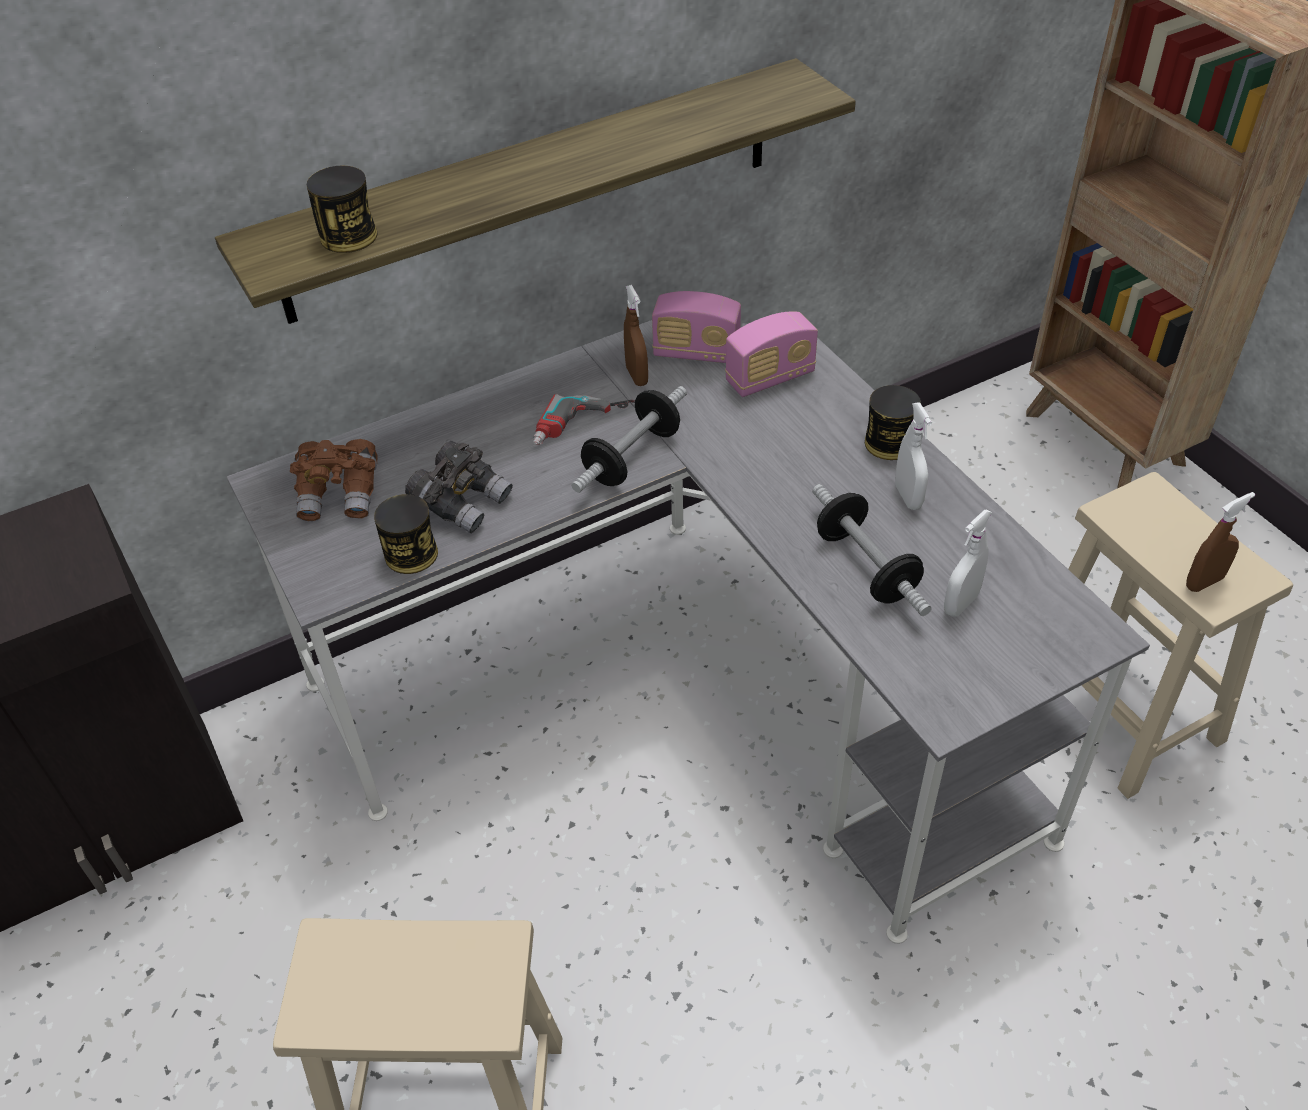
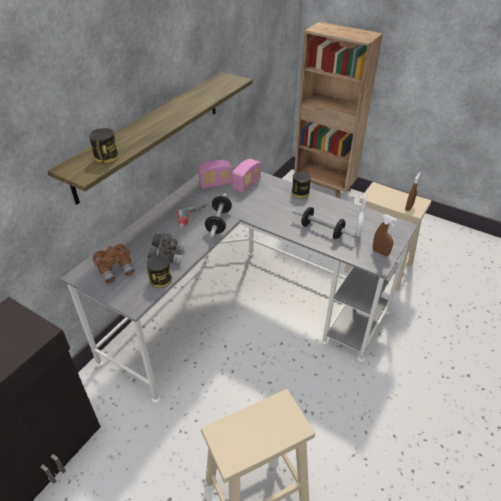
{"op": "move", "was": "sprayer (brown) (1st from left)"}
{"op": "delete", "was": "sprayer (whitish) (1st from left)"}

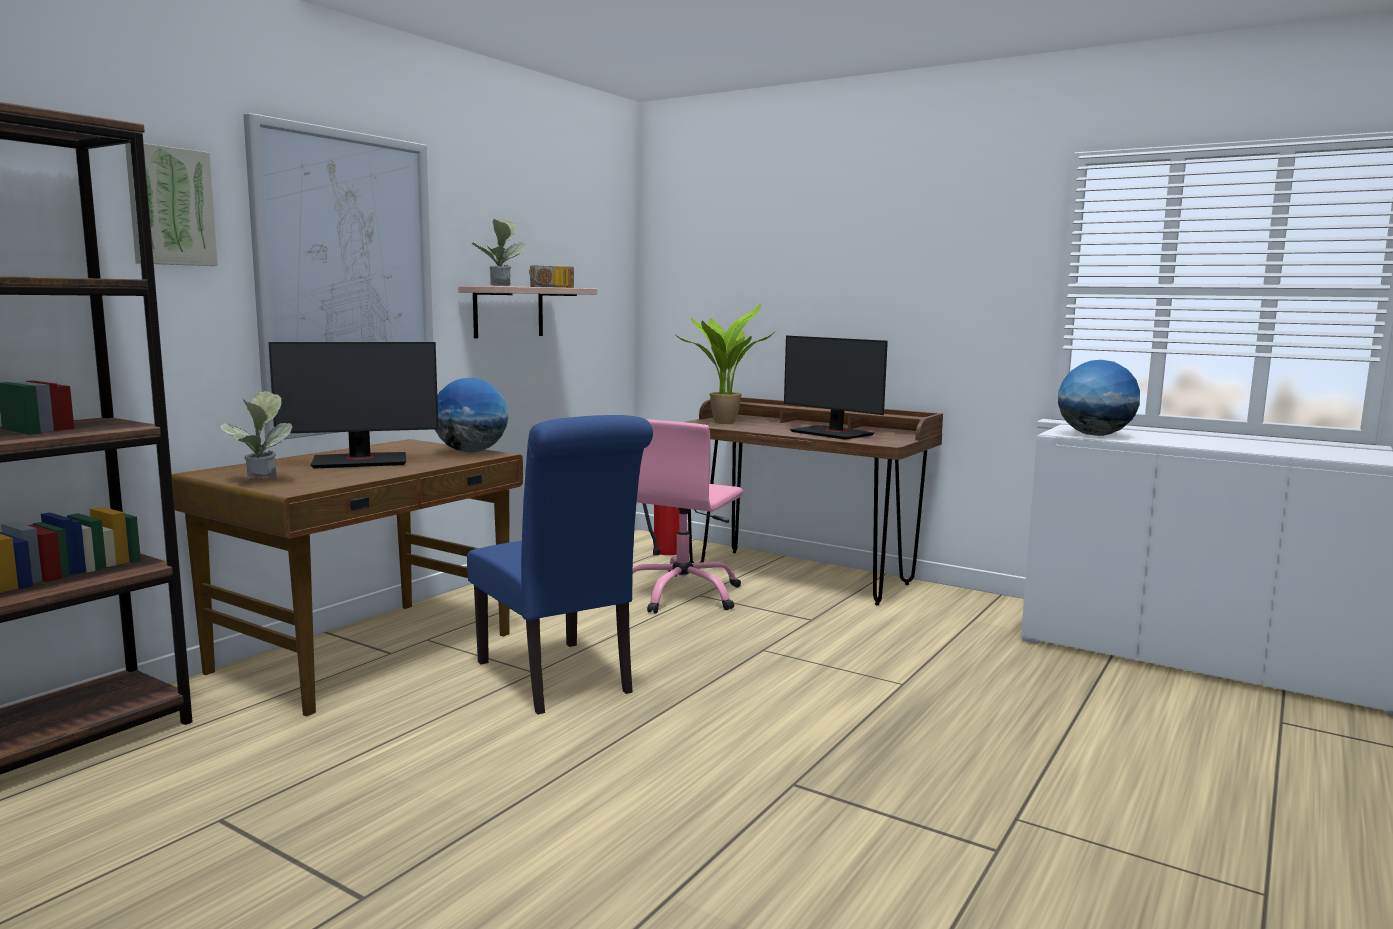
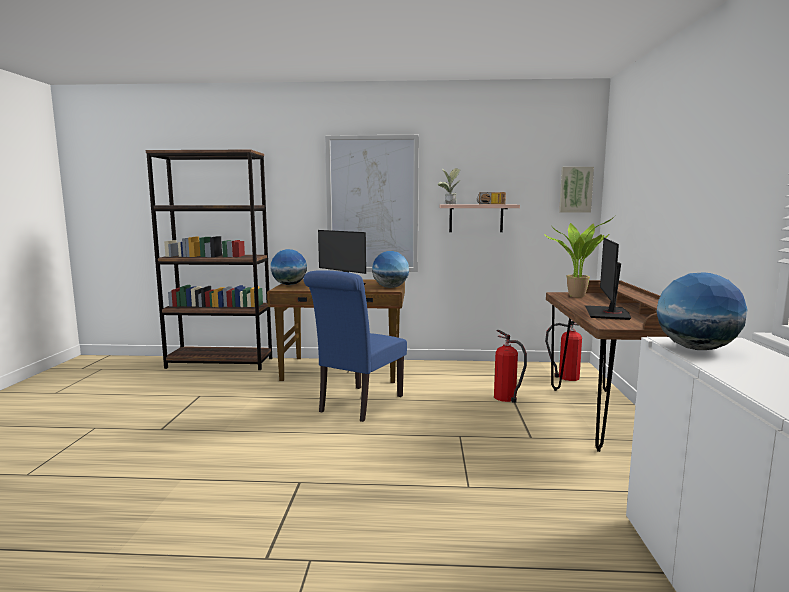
{"op": "replace", "was": "plant in a pot (1st from left)", "now": "world globe (1st from left)"}
{"op": "replace", "was": "desk chair (pink)", "now": "extinguisher (1st from left)"}
{"op": "move", "was": "picture (1st from left in the first image)", "now": "picture (2nd from left)"}

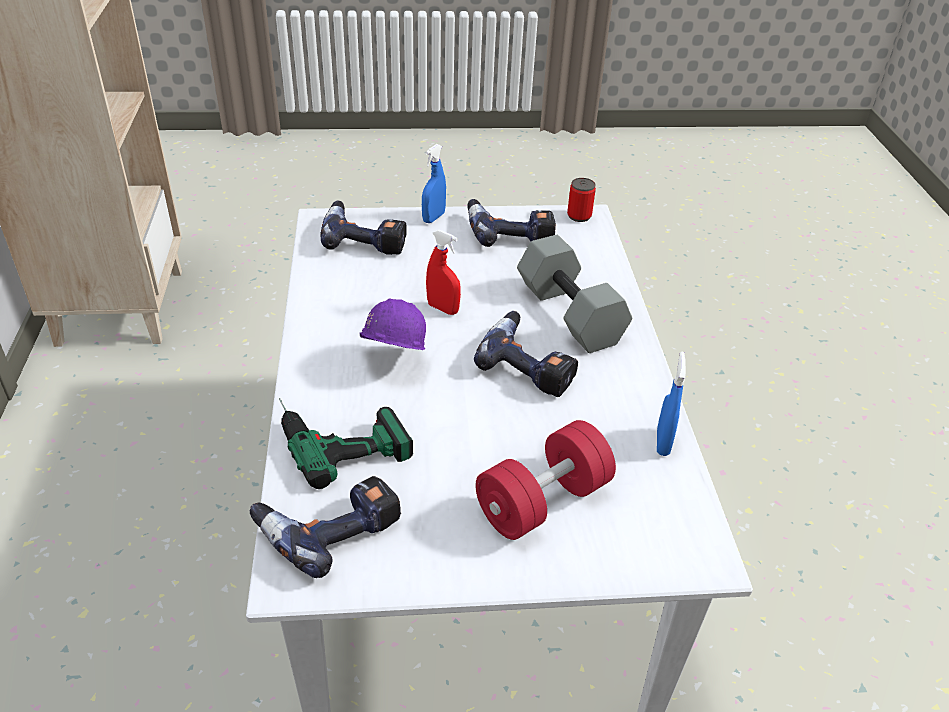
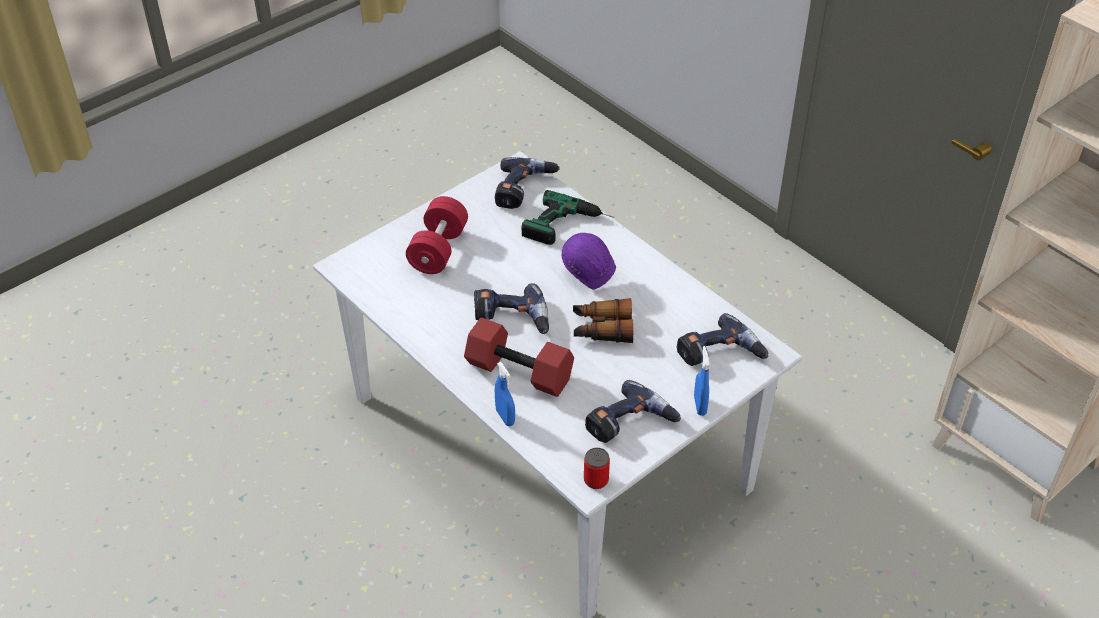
{"op": "recolor", "was": "hand weight (greyish)", "now": "hand weight (red) (2nd from left)"}
{"op": "move", "was": "sprayer (blue) (2nd from left in the first image)", "now": "sprayer (blue) (1st from left)"}
{"op": "replace", "was": "sprayer (red)", "now": "binoculars"}

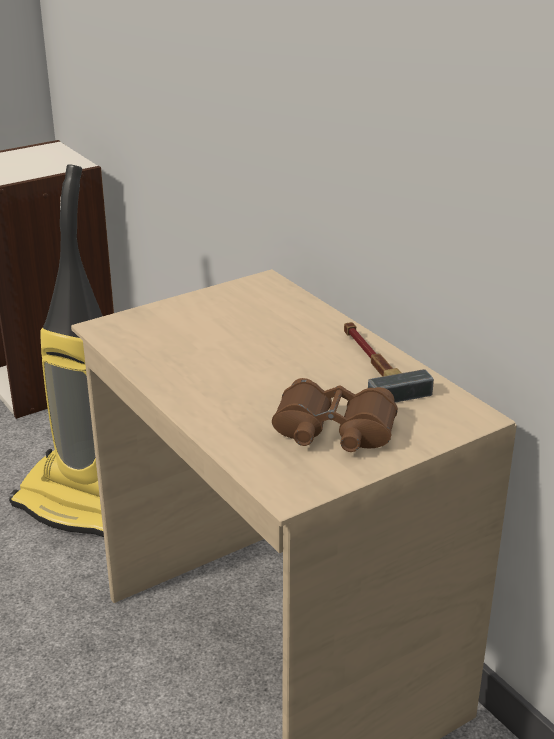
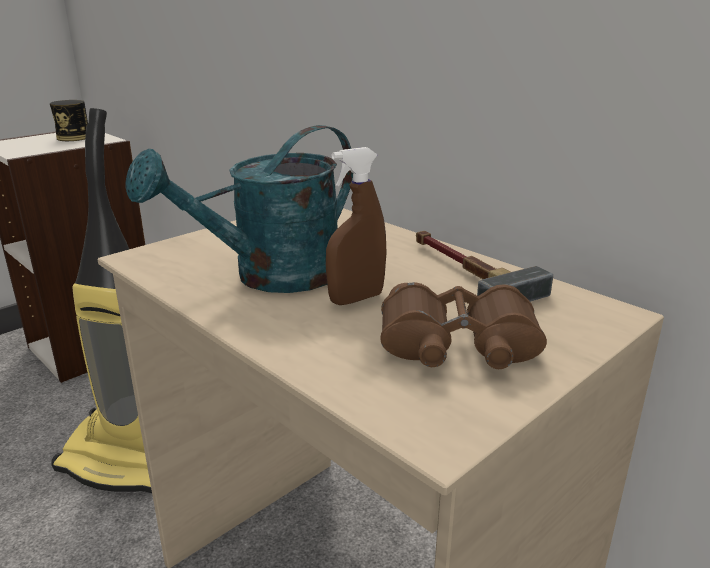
{"op": "insert", "now": "can"}
{"op": "insert", "now": "sprinkling can (turquoise-coloured)"}
{"op": "insert", "now": "sprayer (brown)"}

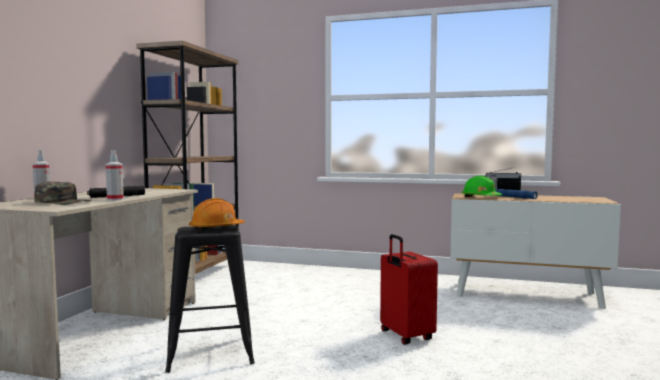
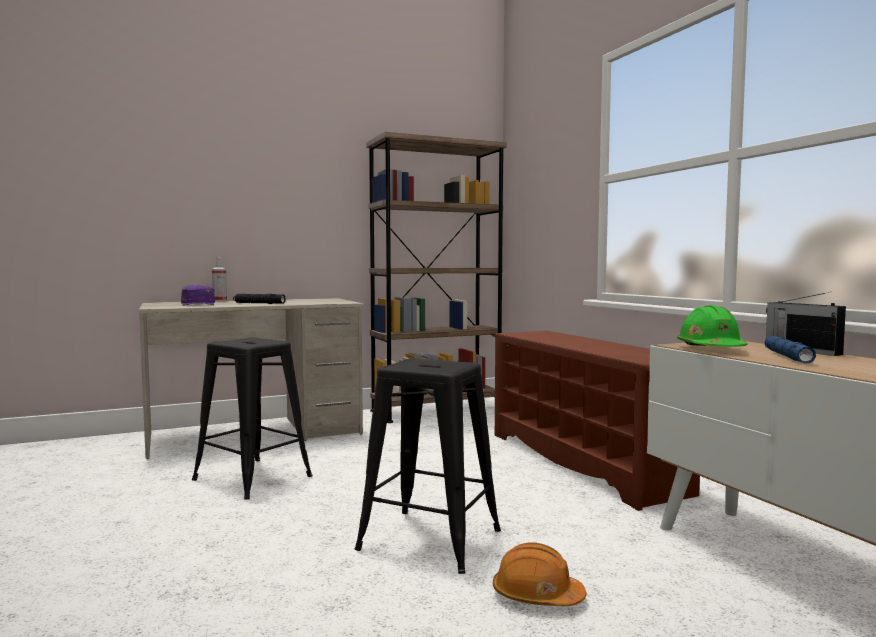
{"op": "recolor", "was": "peaked cap (greenish)", "now": "peaked cap (purplish)"}
{"op": "replace", "was": "piece of luggage (red)", "now": "stool (black-coloured) (2nd from left)"}
{"op": "insert", "now": "shoe stand (brown)"}
{"op": "move", "was": "hard hat (orangey)"}
{"op": "delete", "was": "sprayer (2nd from left)"}

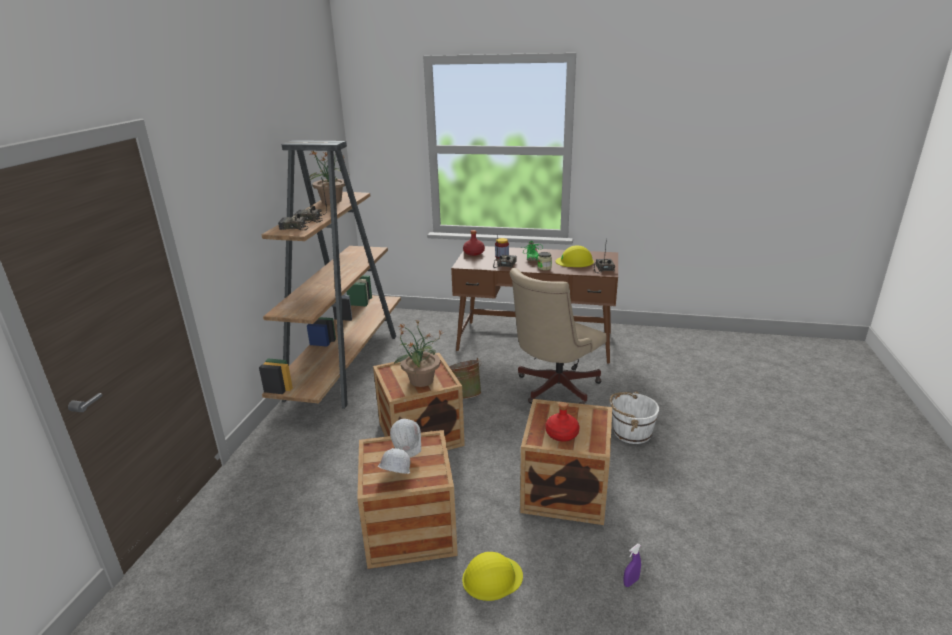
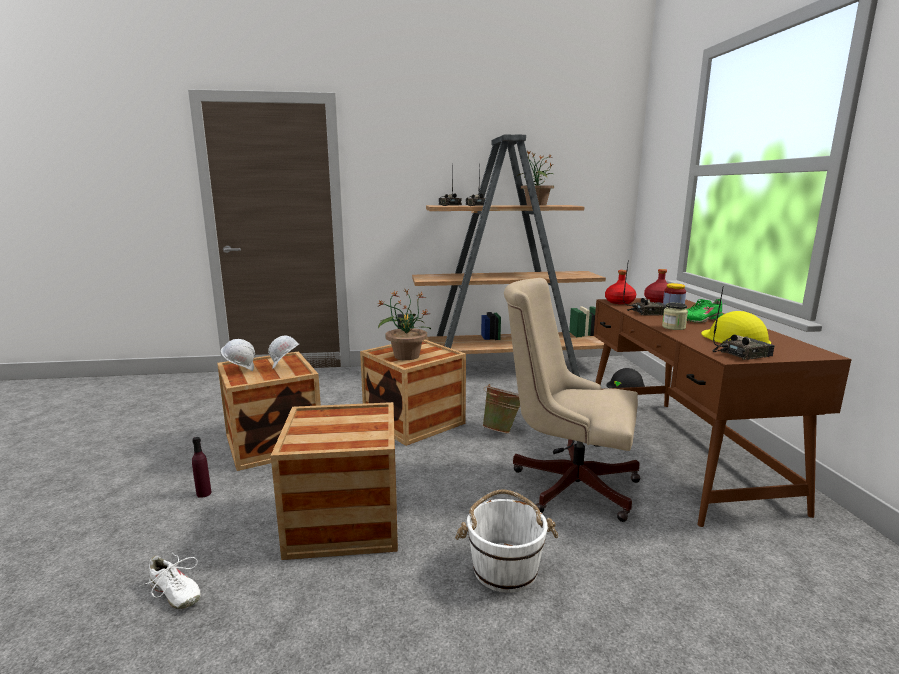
{"op": "replace", "was": "sprayer (purplish)", "now": "low shoe (whitish)"}
{"op": "replace", "was": "hard hat (yellowish) (1st from left)", "now": "bottle (purplish)"}
{"op": "move", "was": "bottle (red) (2nd from left in the first image)", "now": "bottle (red) (1st from left)"}
{"op": "insert", "now": "hard hat (black-coloured)"}

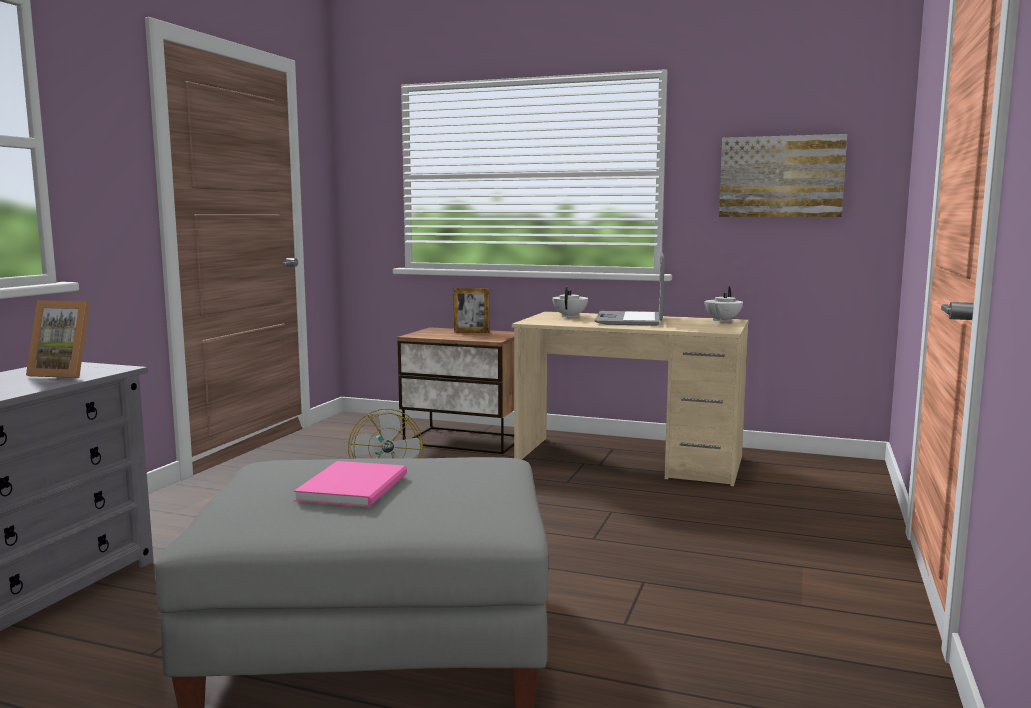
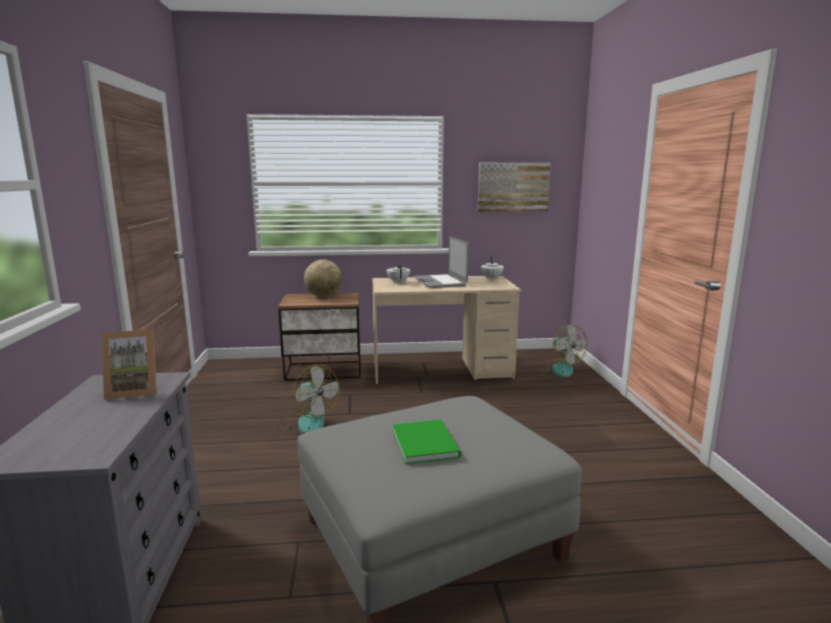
{"op": "replace", "was": "picture frame (2nd from left)", "now": "world globe"}
{"op": "recolor", "was": "volume (pink)", "now": "volume (greenish)"}
{"op": "insert", "now": "electric fan (2nd from left)"}

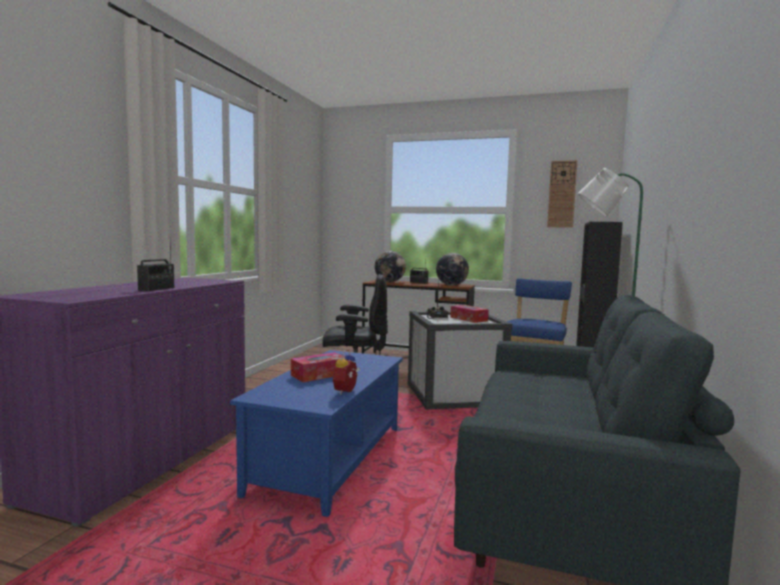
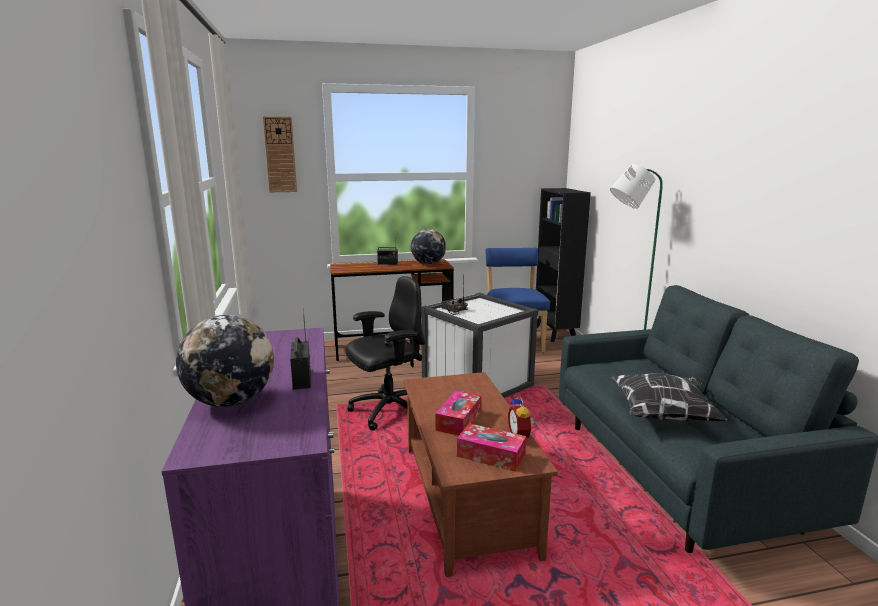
{"op": "move", "was": "world globe (1st from left)"}
{"op": "move", "was": "wall clock"}
{"op": "recolor", "was": "lounge table (blue)", "now": "lounge table (brown)"}
{"op": "move", "was": "tissue holder (2nd from left)"}
{"op": "insert", "now": "throw pillow"}

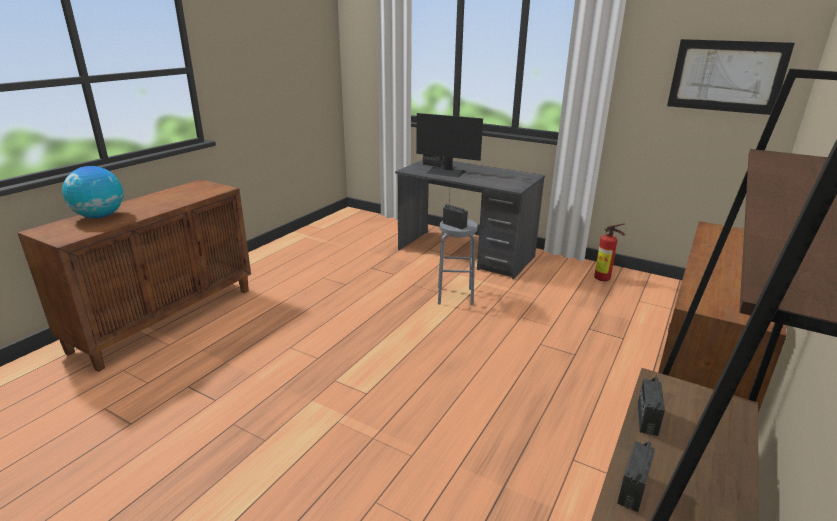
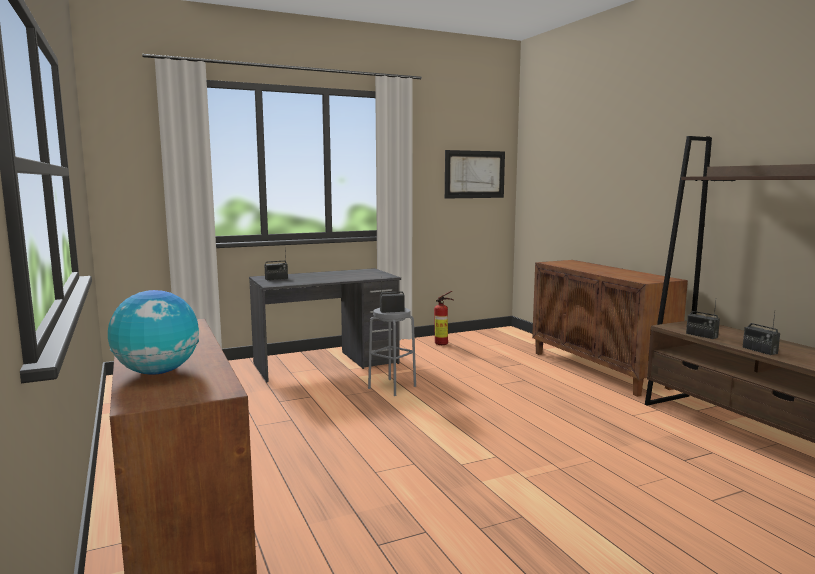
{"op": "delete", "was": "computer screen"}

